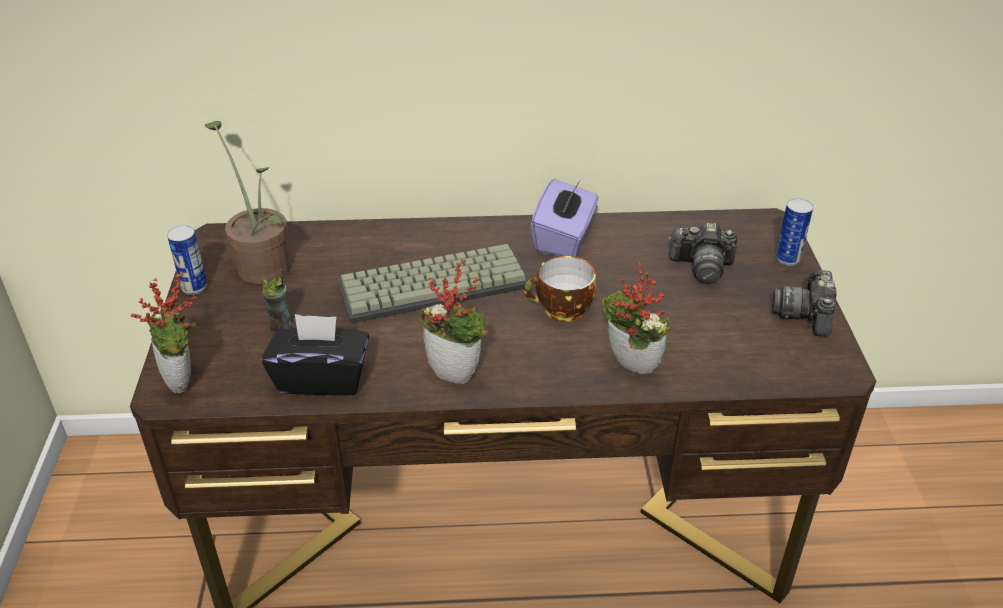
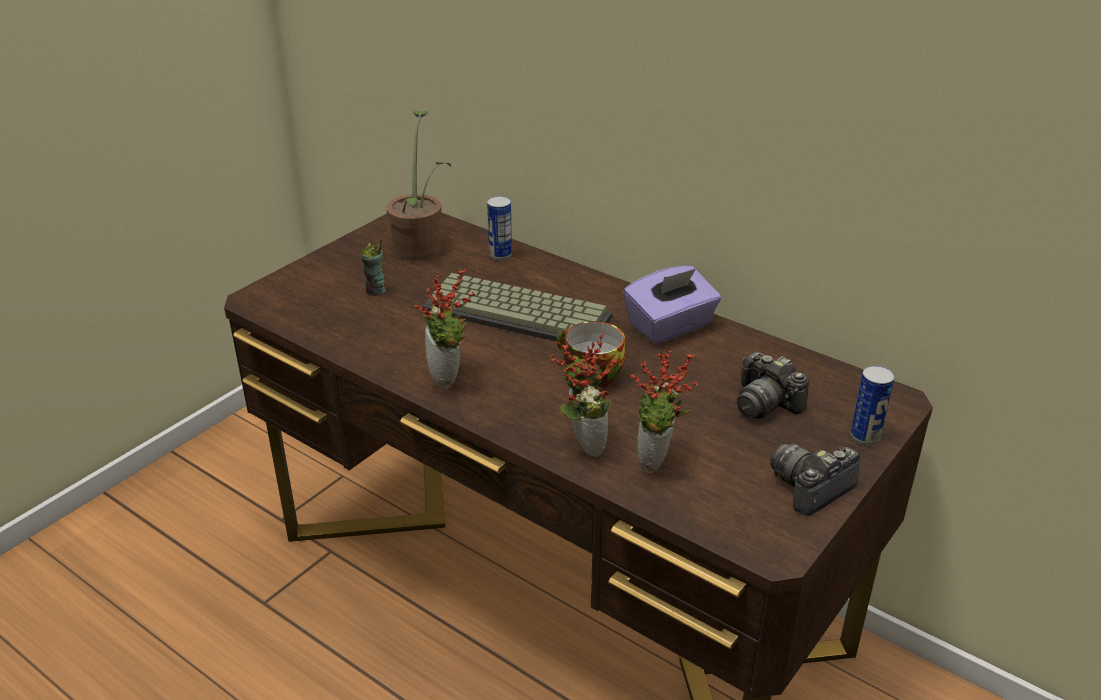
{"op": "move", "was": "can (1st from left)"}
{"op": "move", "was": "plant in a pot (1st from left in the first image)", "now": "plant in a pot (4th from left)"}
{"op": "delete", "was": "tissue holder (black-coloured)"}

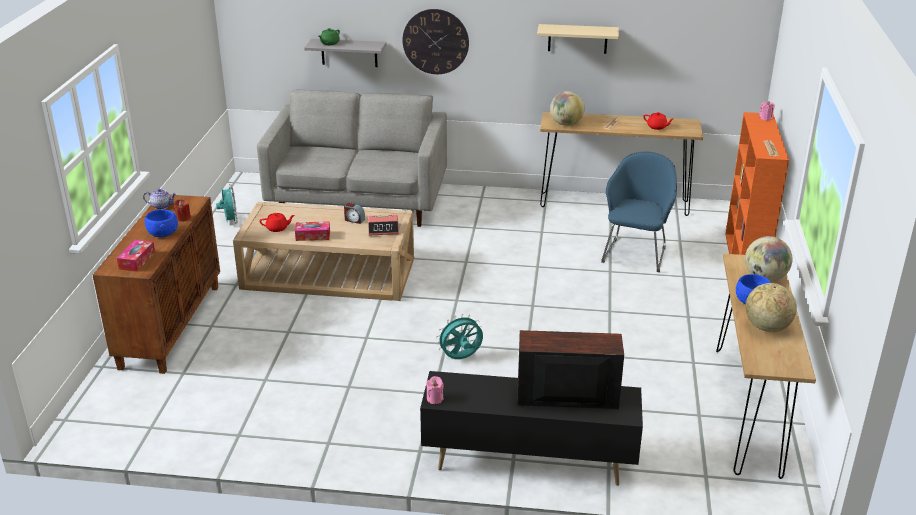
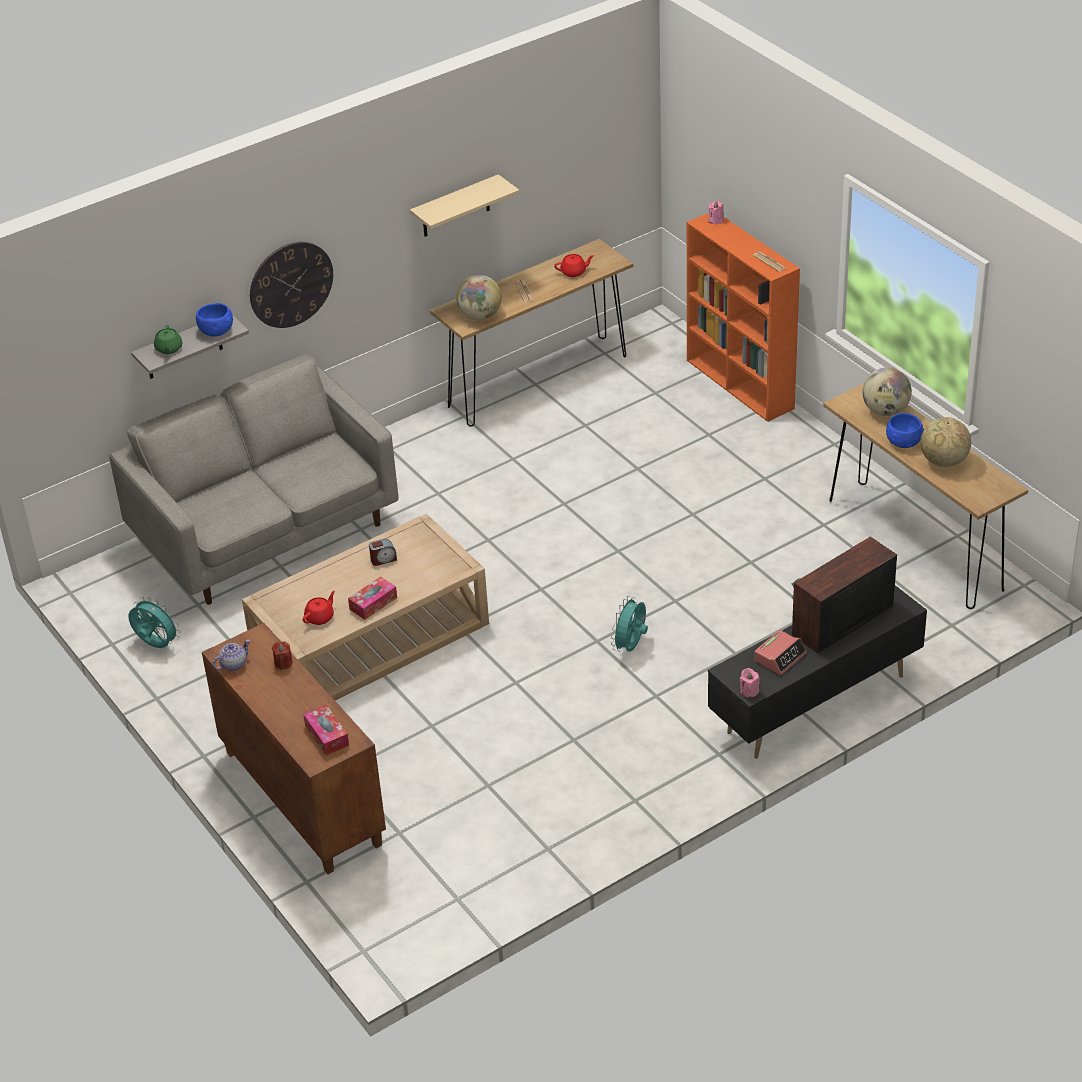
{"op": "move", "was": "deep dish (blue) (1st from left)"}
{"op": "move", "was": "bedside clock (2nd from left)"}
{"op": "delete", "was": "lounge chair (blue)"}

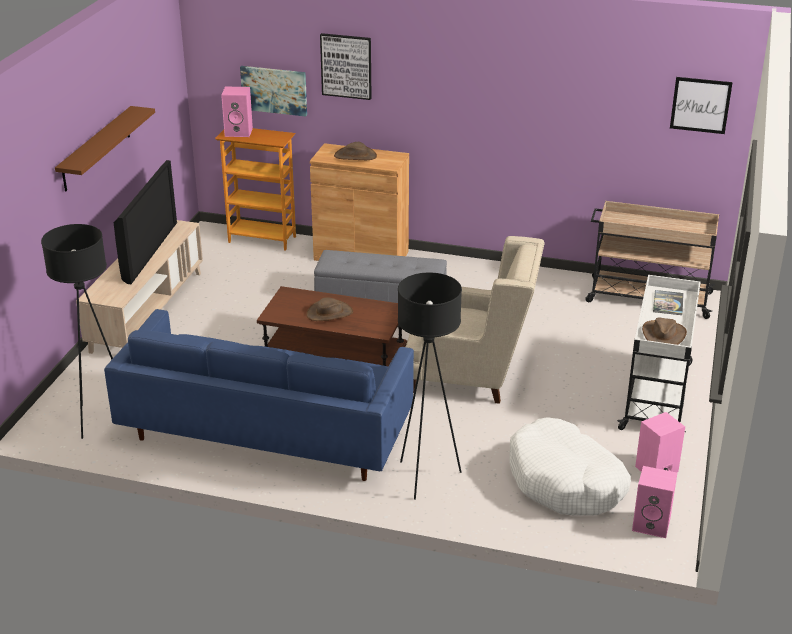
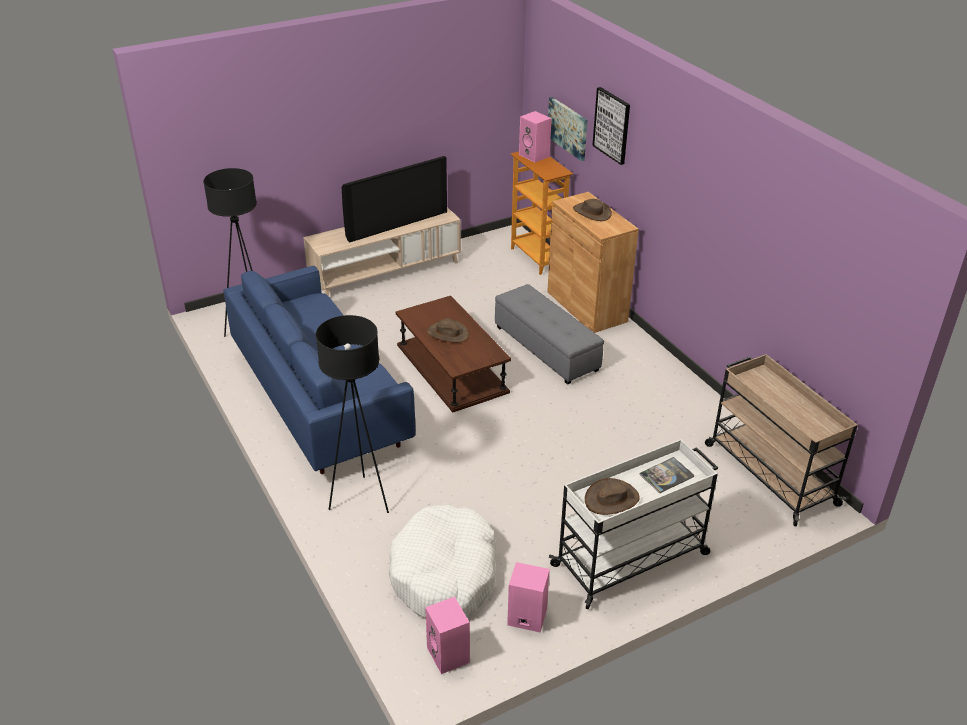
{"op": "delete", "was": "shelf (brown)"}
{"op": "delete", "was": "lounge chair (beige-coloured)"}
{"op": "delete", "was": "picture (3rd from left)"}

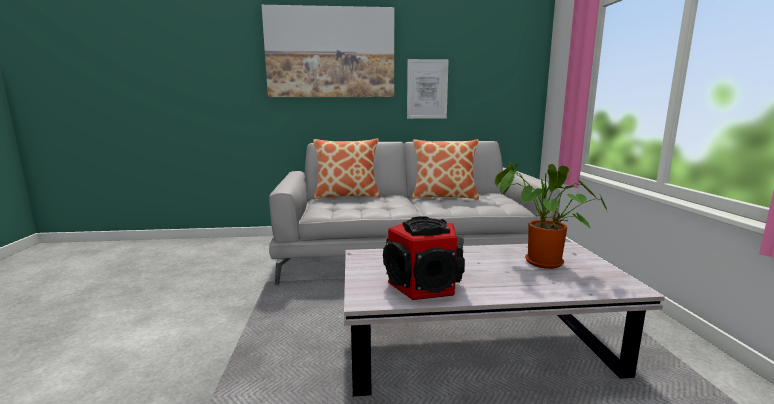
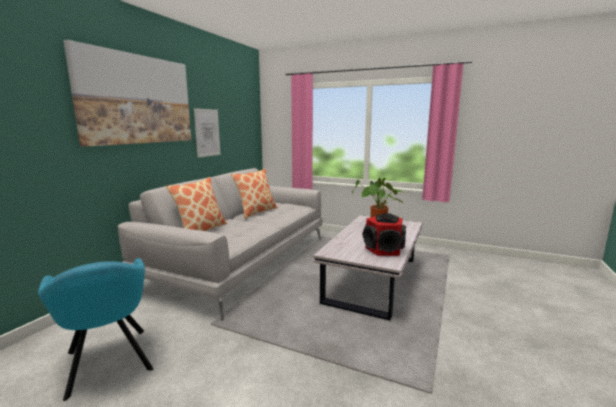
{"op": "insert", "now": "lounge chair (turquoise-coloured)"}

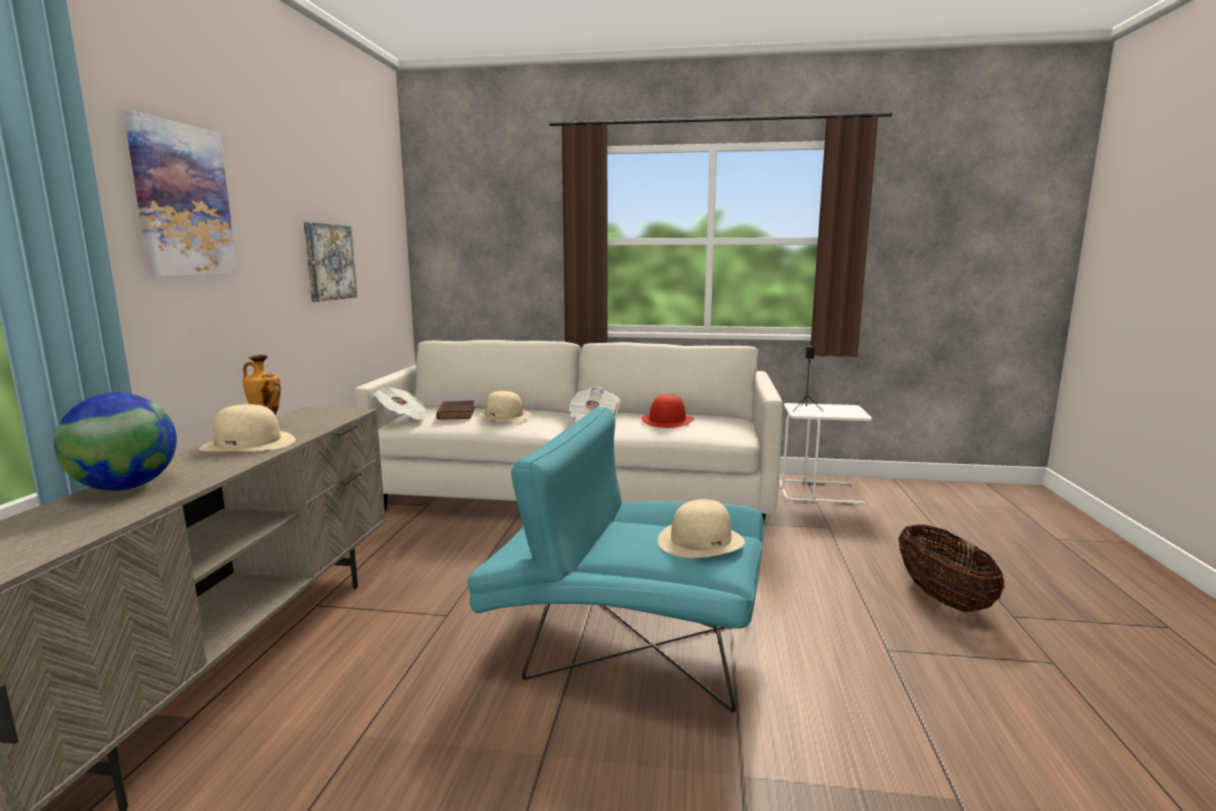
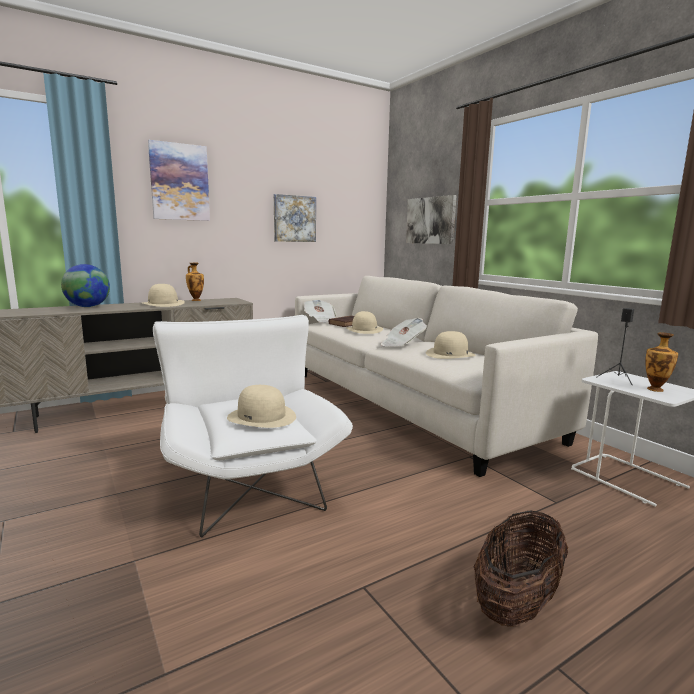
{"op": "recolor", "was": "lounge chair (turquoise-coloured)", "now": "lounge chair (whitish)"}
{"op": "insert", "now": "picture (3rd from left)"}
{"op": "recolor", "was": "wearable hat (red)", "now": "wearable hat (beige-coloured) (4th from left)"}
{"op": "insert", "now": "flower vase (2nd from left)"}

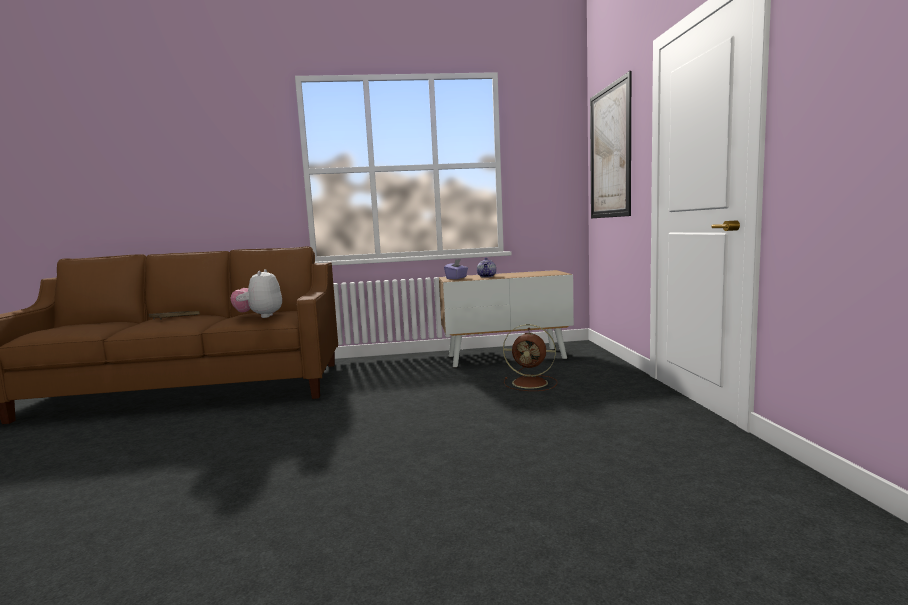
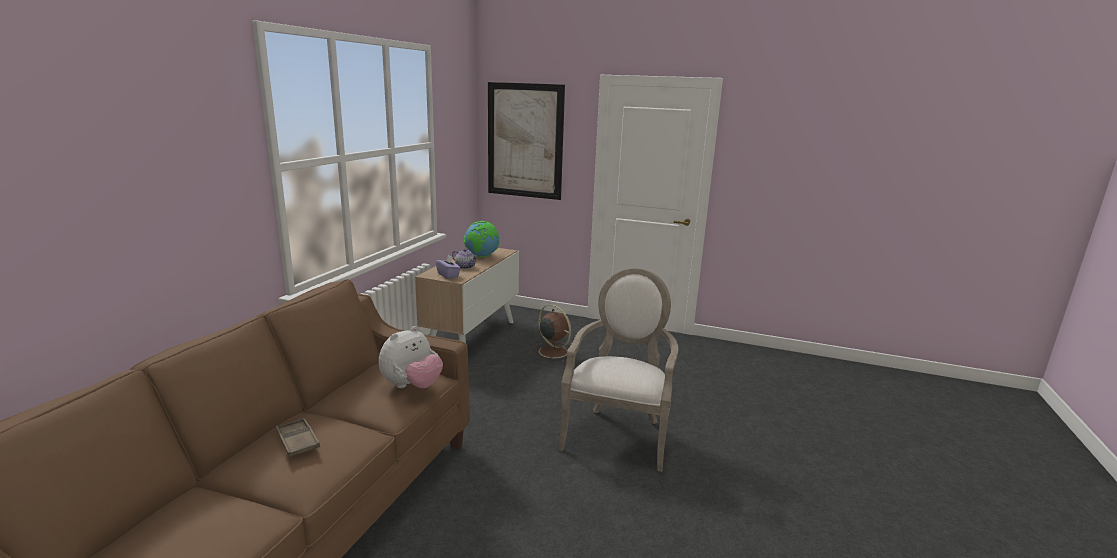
{"op": "rotate", "was": "cuddly toy", "clockwise": -75}
{"op": "insert", "now": "world globe"}
{"op": "rotate", "was": "electric fan (brown)", "clockwise": -90}
{"op": "insert", "now": "lounge chair"}

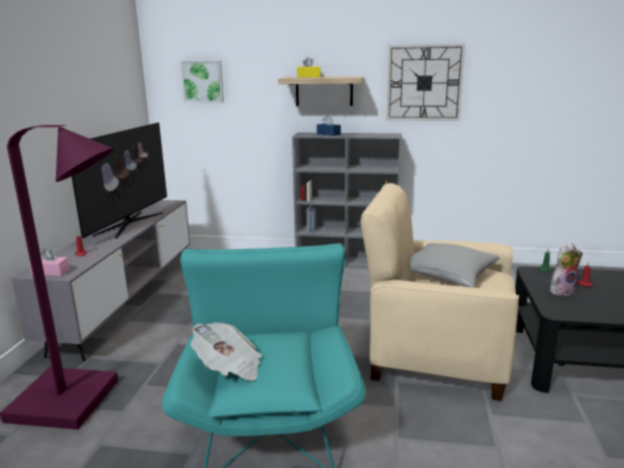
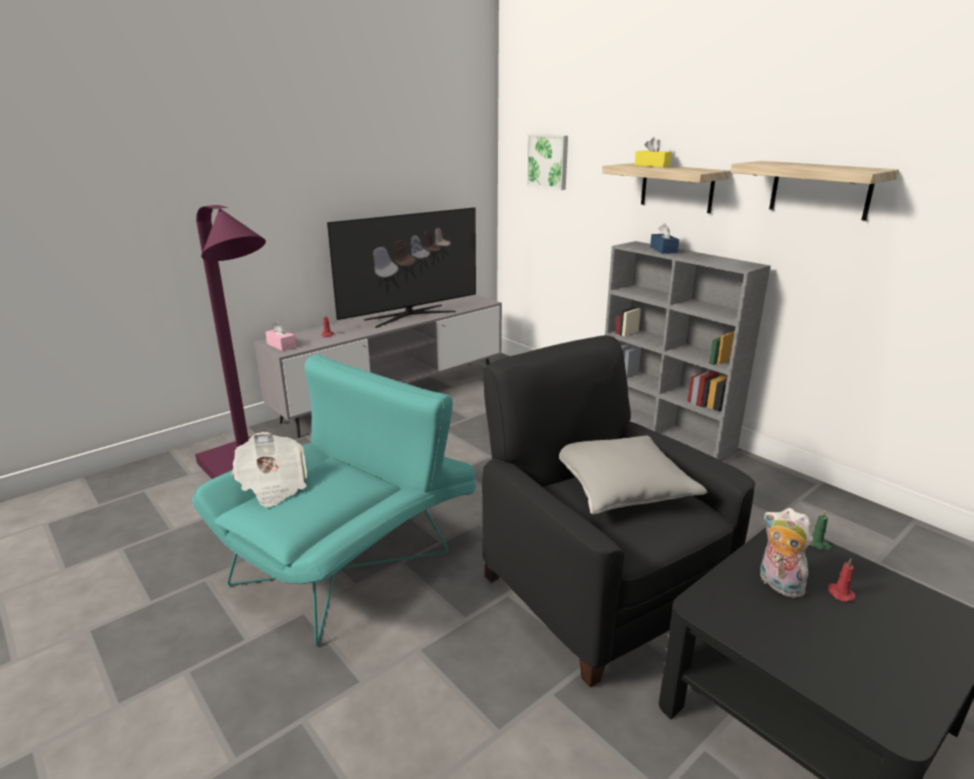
{"op": "recolor", "was": "lounge chair (beige-coloured)", "now": "lounge chair (black-coloured)"}
{"op": "replace", "was": "wall clock", "now": "shelf (2nd from left)"}
{"op": "rotate", "was": "cuddly toy", "clockwise": -150}

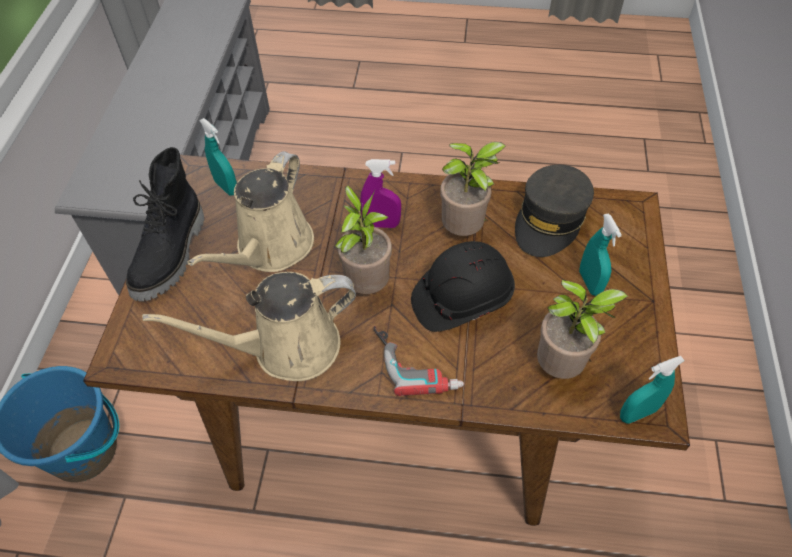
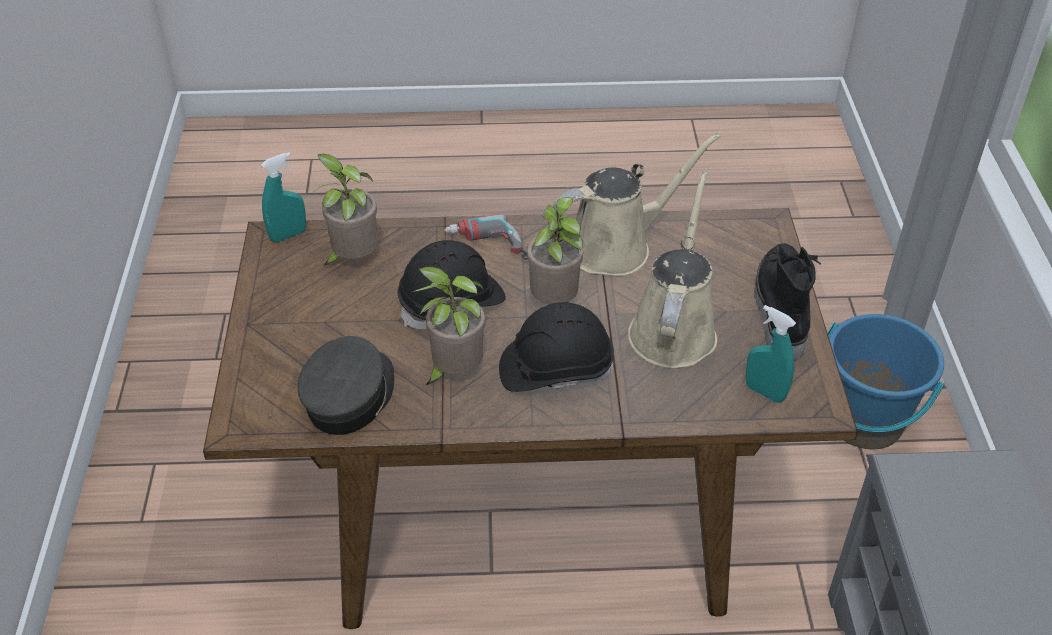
{"op": "replace", "was": "sprayer (purplish)", "now": "hard hat (black-coloured) (2nd from left)"}
{"op": "delete", "was": "sprayer (turquoise-coloured) (2nd from left)"}

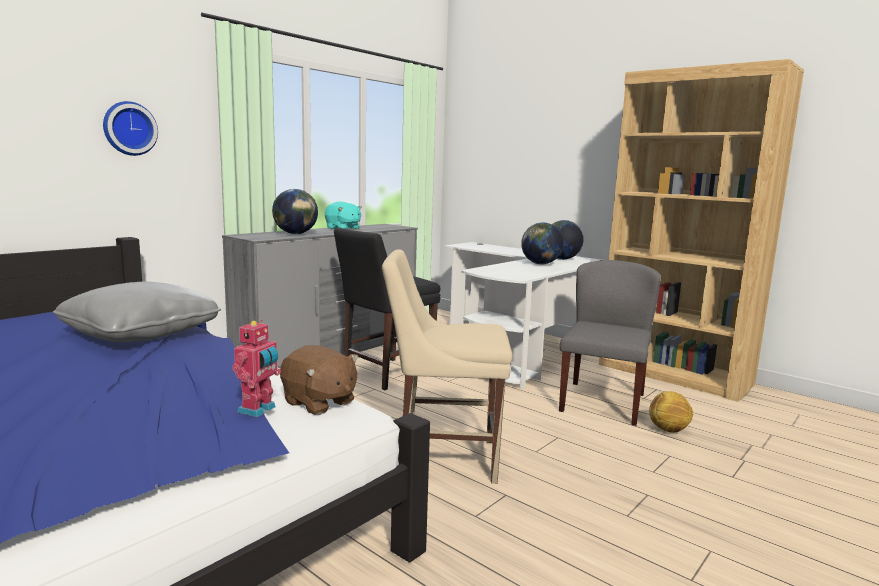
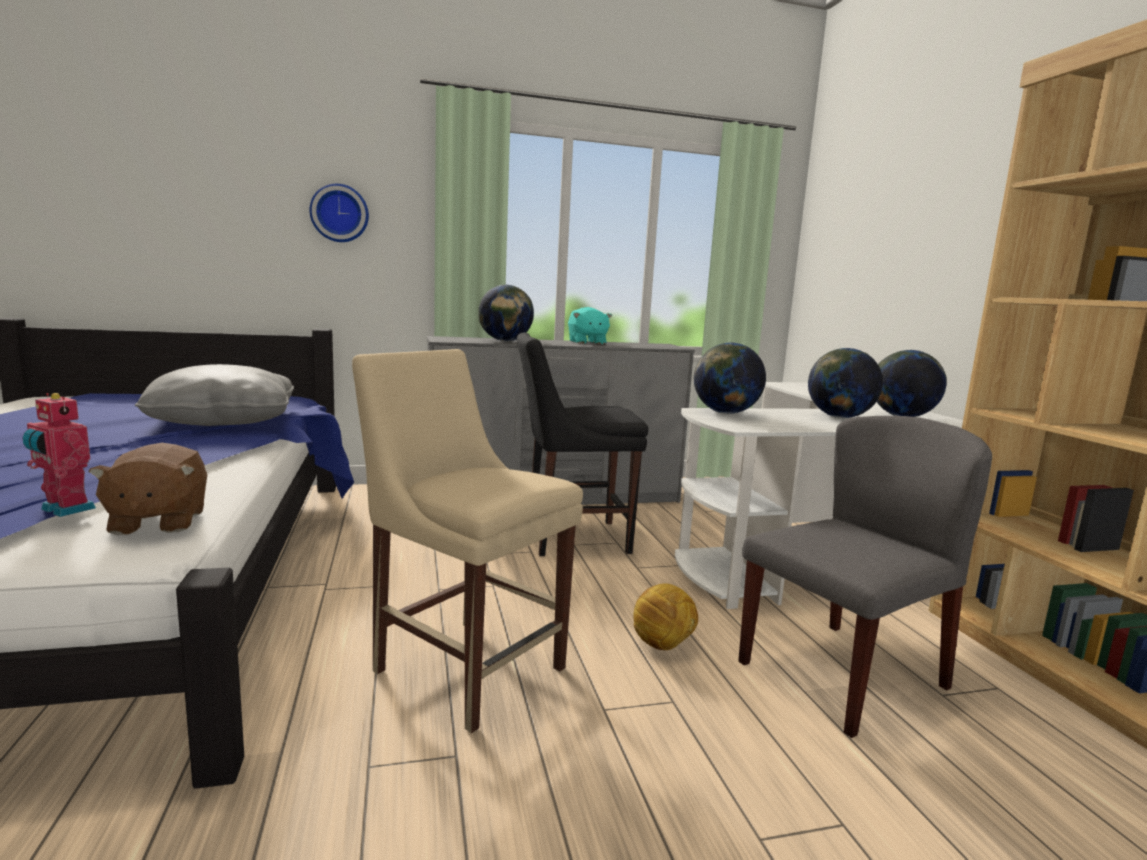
{"op": "rotate", "was": "robot figure", "clockwise": 60}
{"op": "move", "was": "football ball"}
{"op": "insert", "now": "world globe (2nd from left)"}

